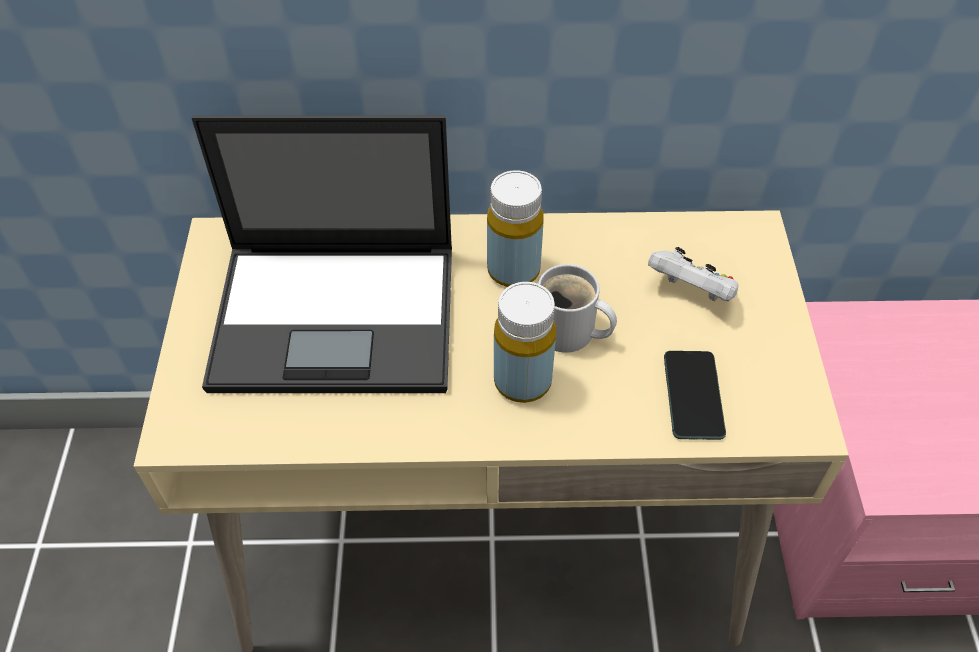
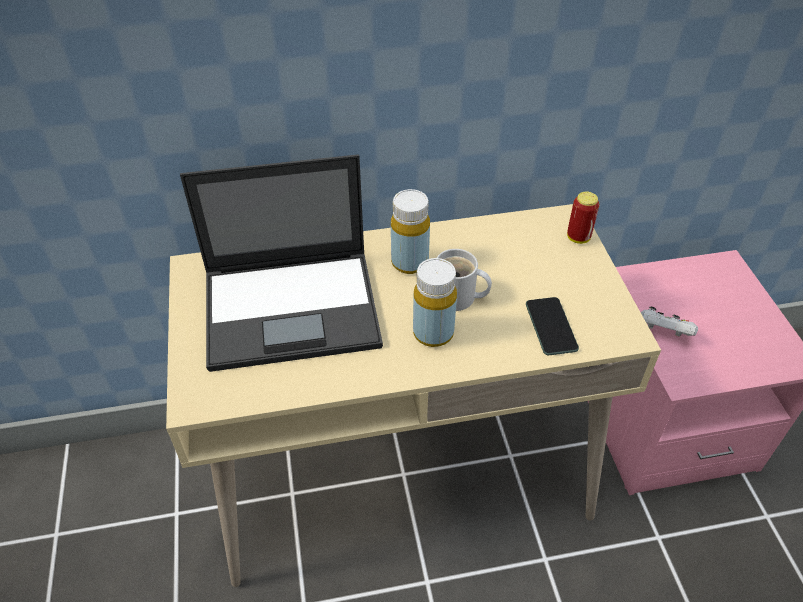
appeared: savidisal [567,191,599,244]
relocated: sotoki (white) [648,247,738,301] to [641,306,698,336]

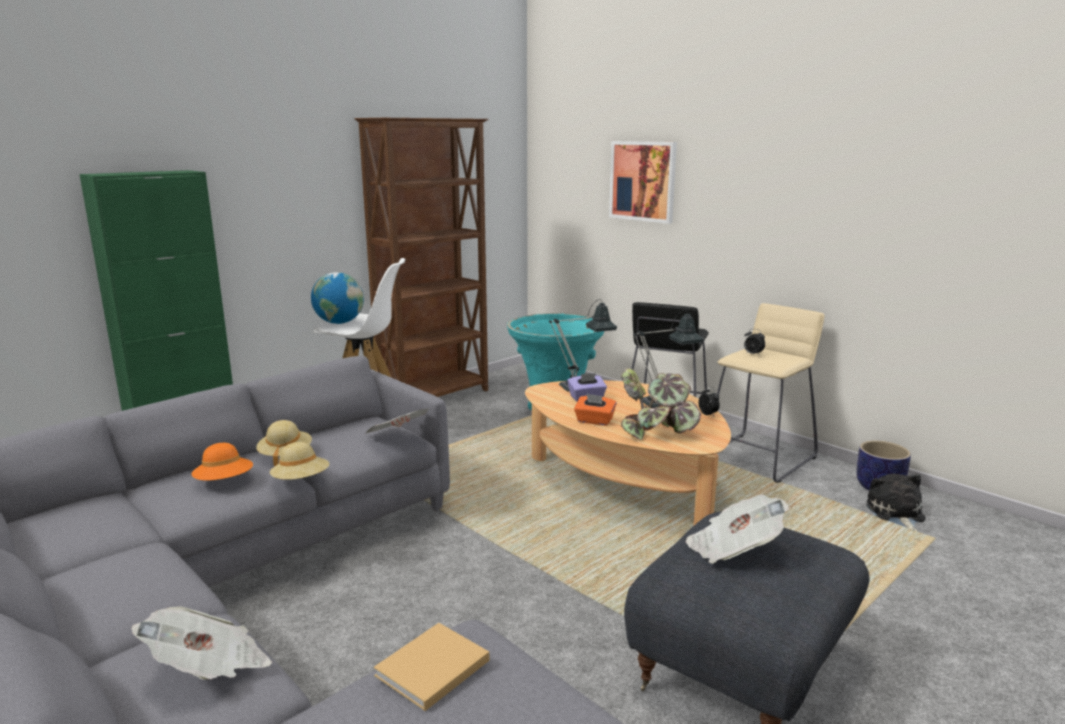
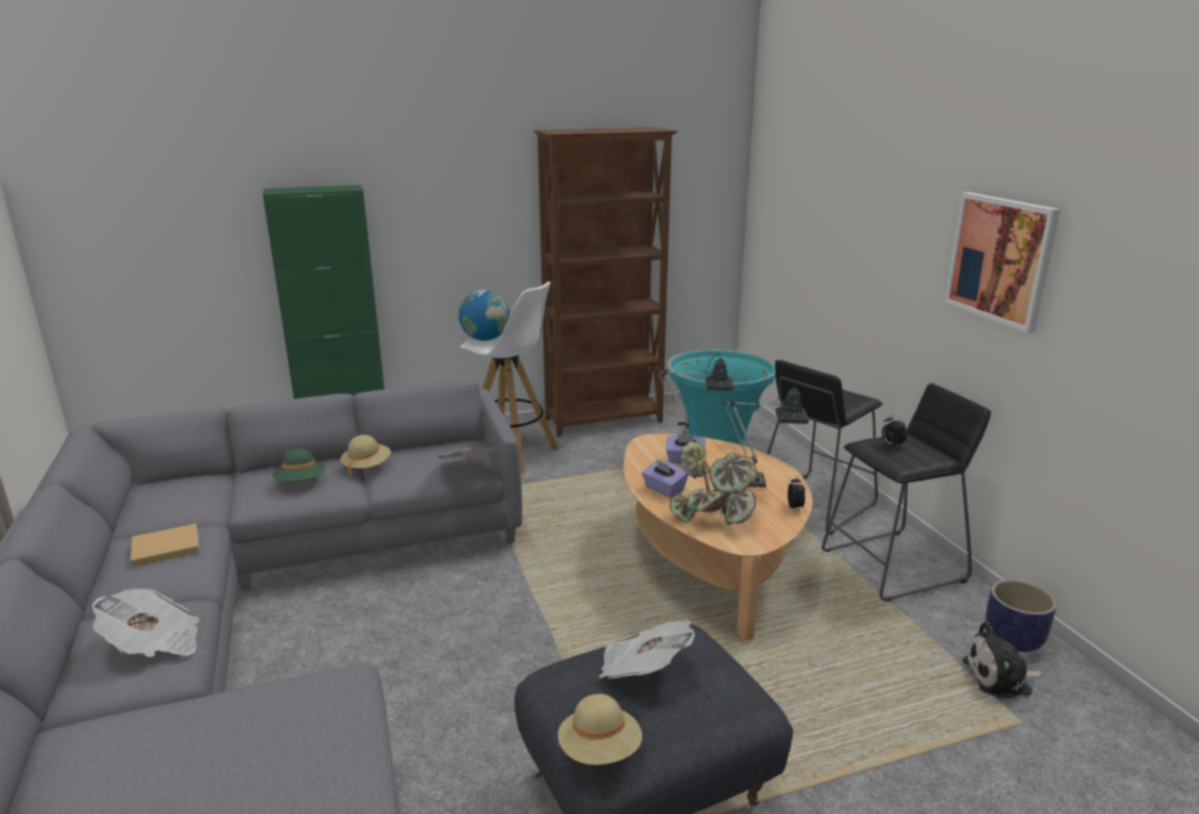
relocated: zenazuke [609,141,677,224] to [944,192,1060,333]; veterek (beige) [270,442,330,480] to [558,694,642,765]; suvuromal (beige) [374,623,490,711] to [130,524,199,567]
colour: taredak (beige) [717,303,825,483] to taredak (black) [822,383,991,602]; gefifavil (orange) [574,393,617,426] to gefifavil (purple) [642,460,688,497]; veterek (orange) [192,443,253,481] to veterek (green) [272,448,325,481]
spun: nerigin [866,474,925,531] = [962,622,1044,699] 120 degrees counterclockwise

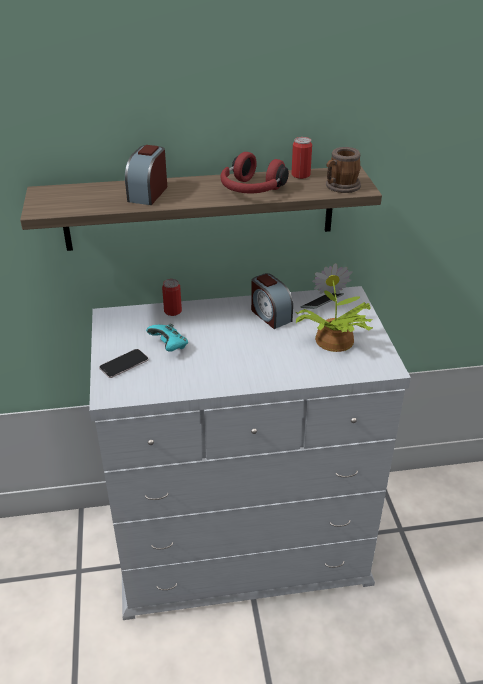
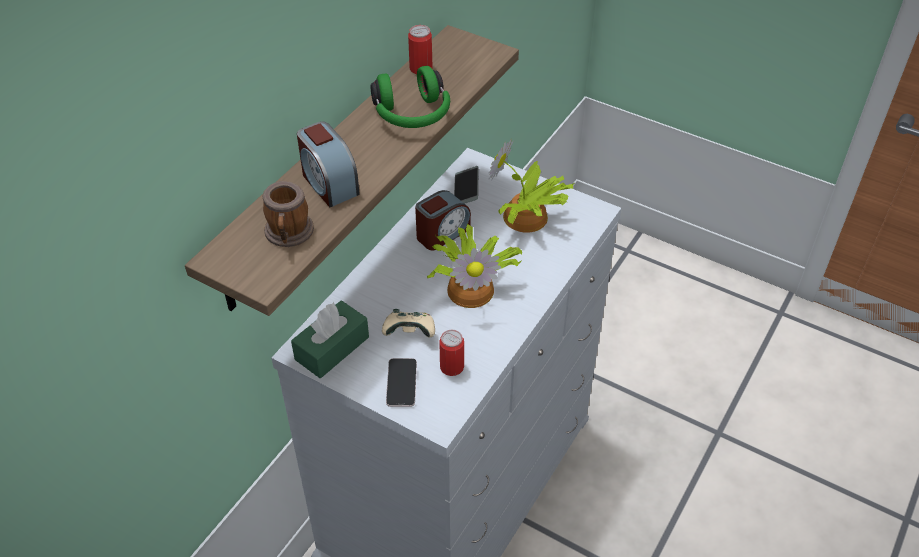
appeared: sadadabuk [427,224,522,308]; gefifavil (green) [291,300,369,378]
relocated: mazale [326,147,361,193] to [263,181,314,247]; savidisal [162,279,182,316] to [439,330,464,376]
colour: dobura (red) [220,152,289,193] to dobura (green) [371,66,450,128]; sotoki (turquoise) [146,323,188,352] to sotoki (beige) [382,309,435,337]
spun: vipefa [251,273,293,329] = [415,190,471,250] 45 degrees counterclockwise

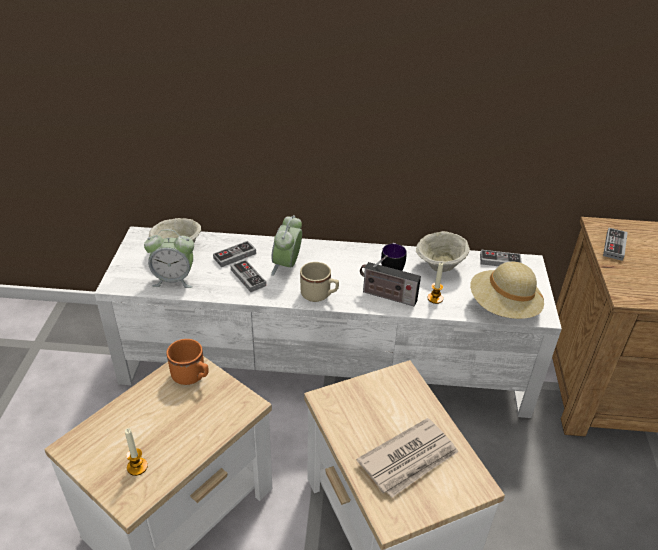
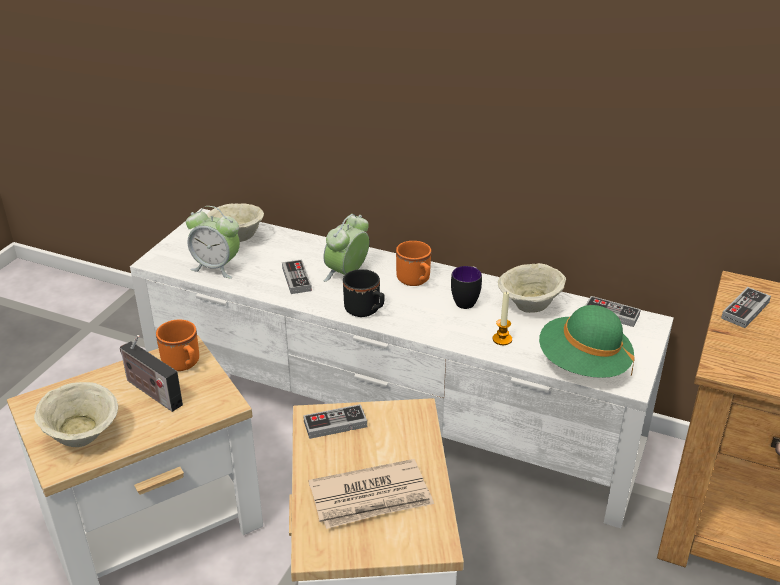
appeared: mazale (orange) [396,241,431,286]
relocated: sotoki [213,241,256,267] to [303,404,367,439]; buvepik [360,255,421,306] to [120,335,183,412]
exchanged: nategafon [125,428,148,476] to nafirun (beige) [34,382,118,447]
colour: veterek (beige) [470,261,544,319] to veterek (green) [539,305,635,378]; mazale (beige) [300,262,339,302] to mazale (black) [343,269,385,317]

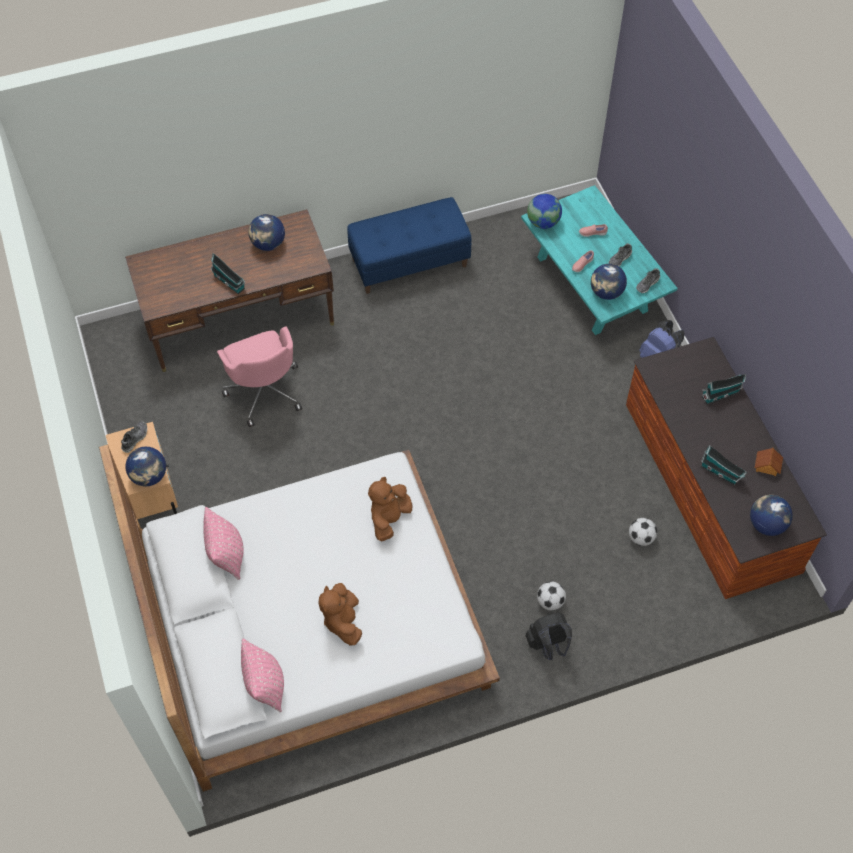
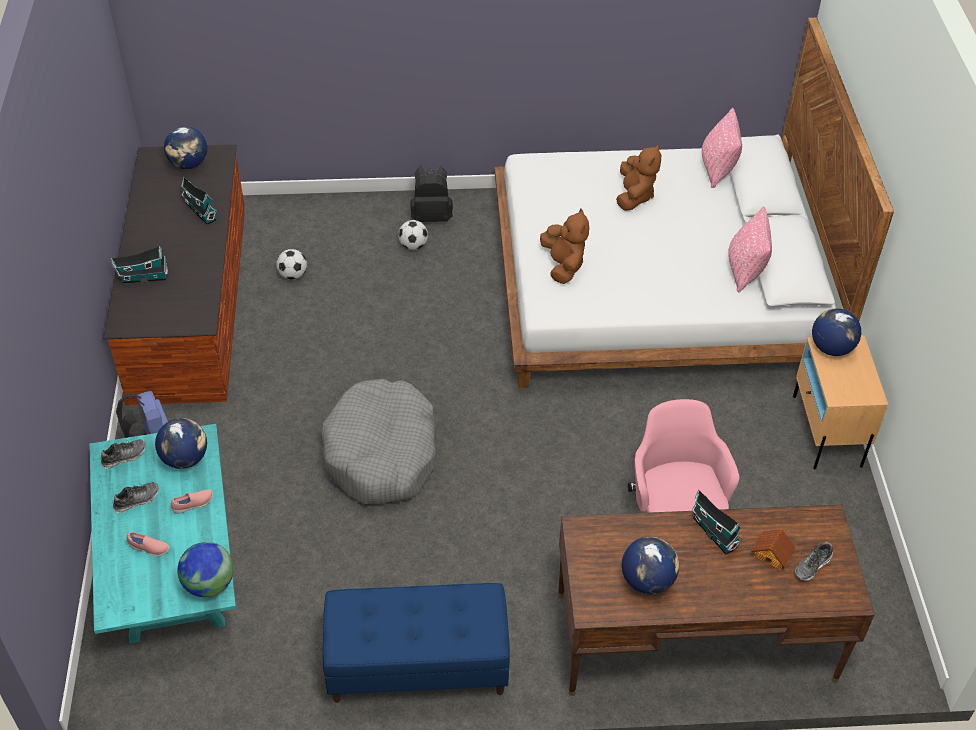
appeared: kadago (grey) [321,379,437,504]
relocated: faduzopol [121,421,147,453] to [795,542,833,581]; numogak [755,448,783,476] to [751,529,796,571]
spun: nerigin (brown) [368,477,412,541] = [540,209,589,284] 60 degrees counterclockwise

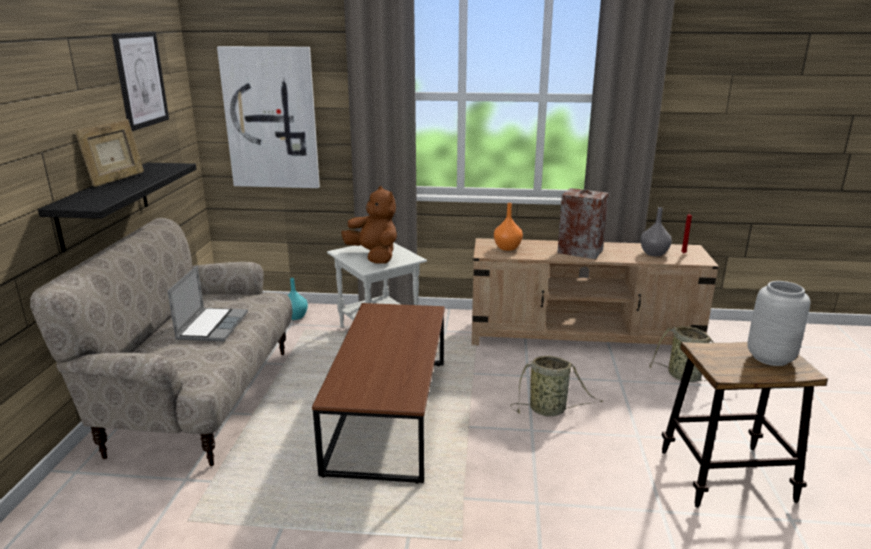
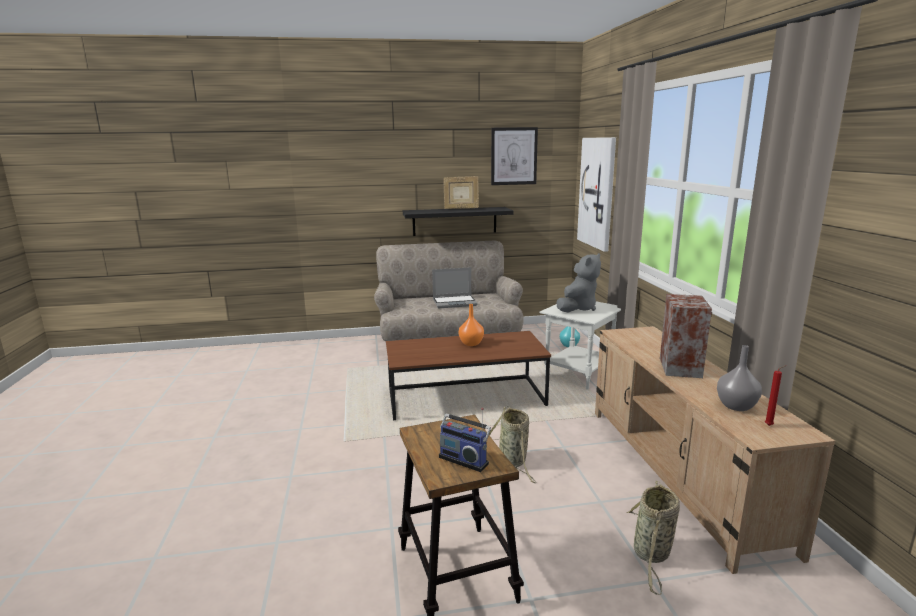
relocated: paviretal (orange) [494,203,523,251] to [458,304,484,346]
exchanged: paviretal (grey) [748,281,810,366] to buvepik [439,408,491,472]
colour: nerigin (brown) [341,186,397,264] to nerigin (grey) [557,253,601,312]

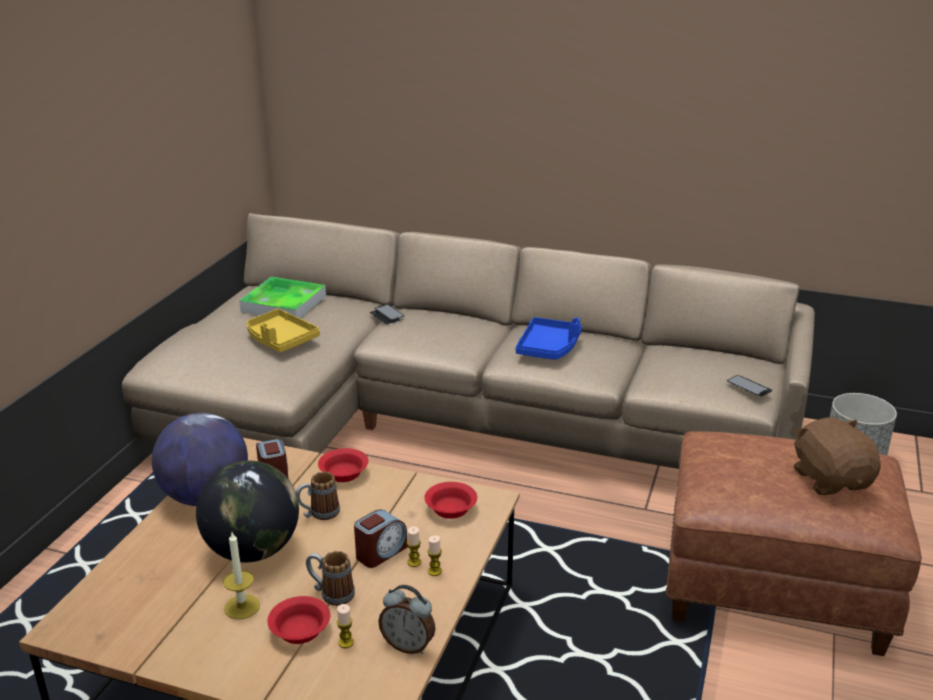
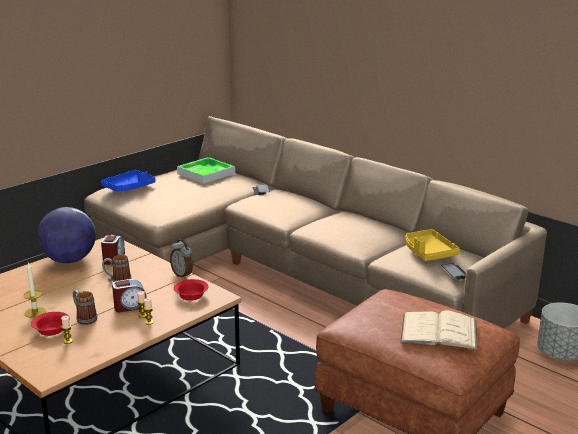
missing: nafirun (red) [318,448,368,482]; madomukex [196,461,299,562]
relocated: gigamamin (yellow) [246,309,320,352] to [405,229,460,261]; gigamamin (blue) [516,317,582,360] to [101,170,156,192]; vipefa [378,585,435,654] to [170,239,193,279]
exchanged: nerigin (brown) [794,418,881,495] to suvuromal (beige) [400,310,478,350]

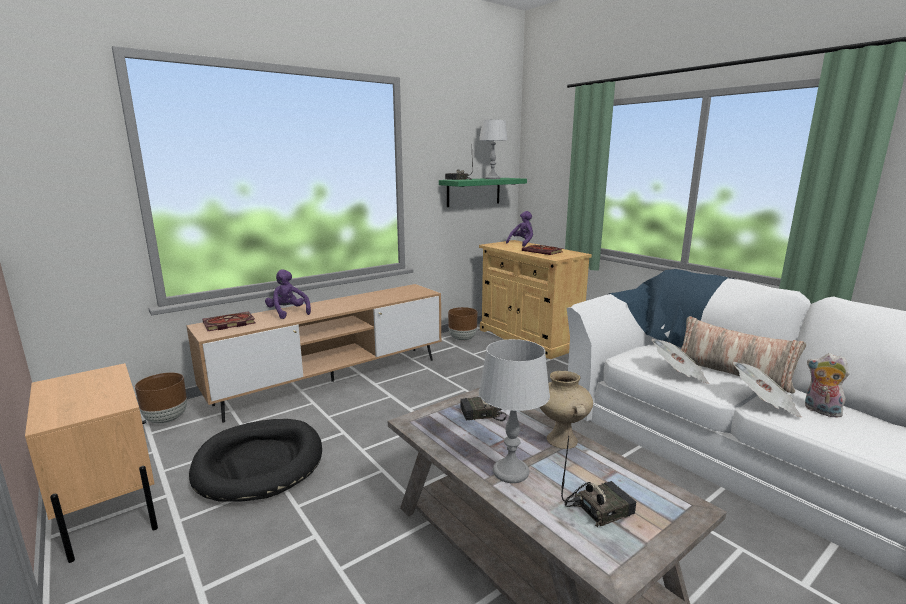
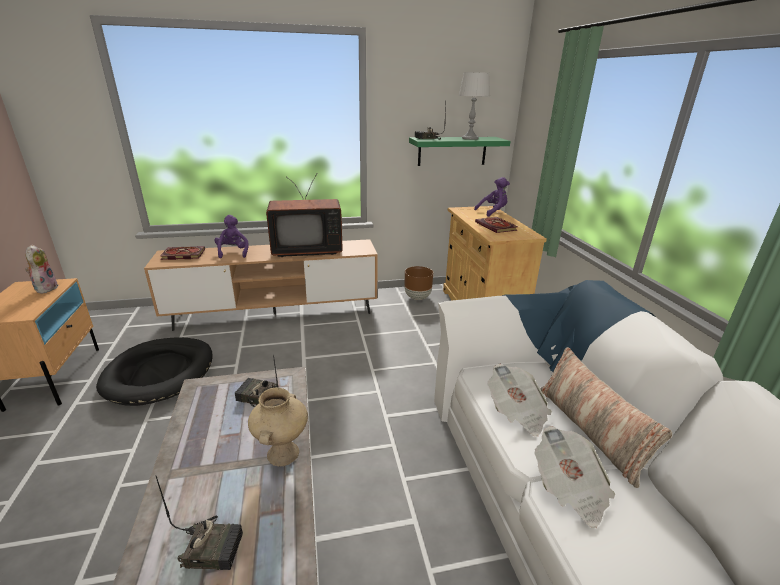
missing: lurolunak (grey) [479,339,550,483]; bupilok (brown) [135,373,187,424]
appeared: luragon [266,174,343,257]
relocated: nerigin [805,353,850,418] to [25,244,59,293]

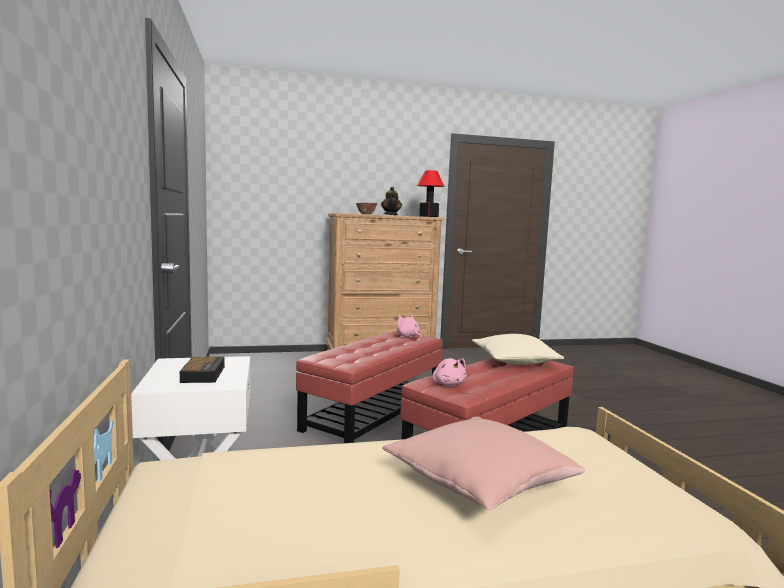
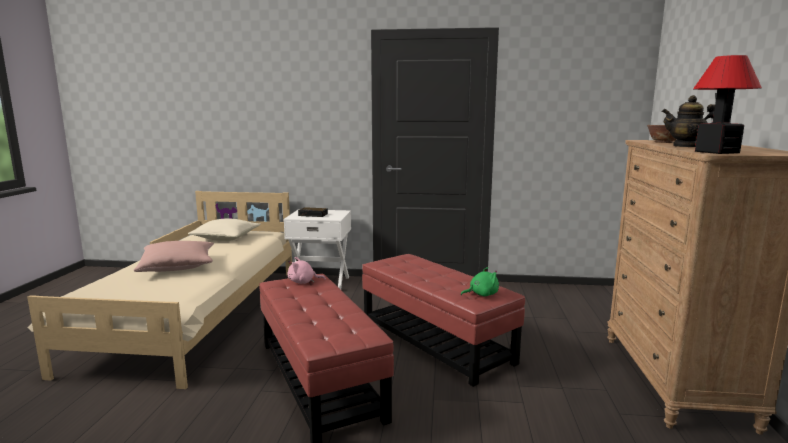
relocated: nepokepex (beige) [472,334,564,365] to [188,218,260,241]
colour: nerigin (pink) [397,315,422,338] to nerigin (green) [461,267,499,296]

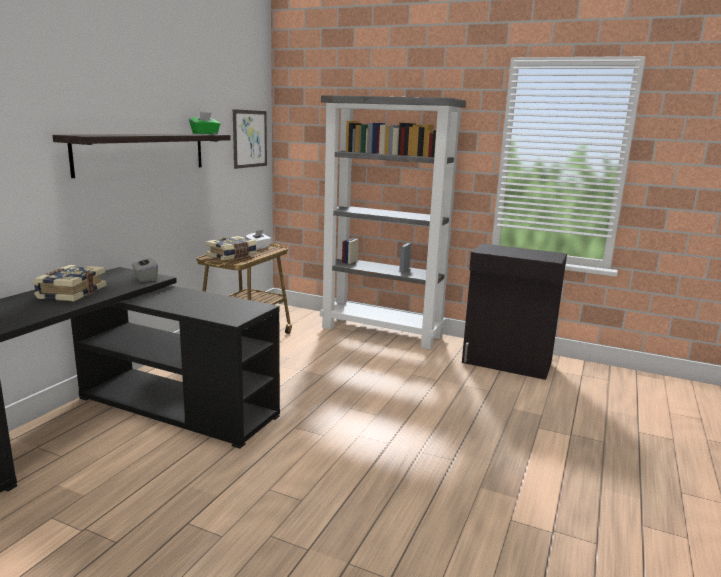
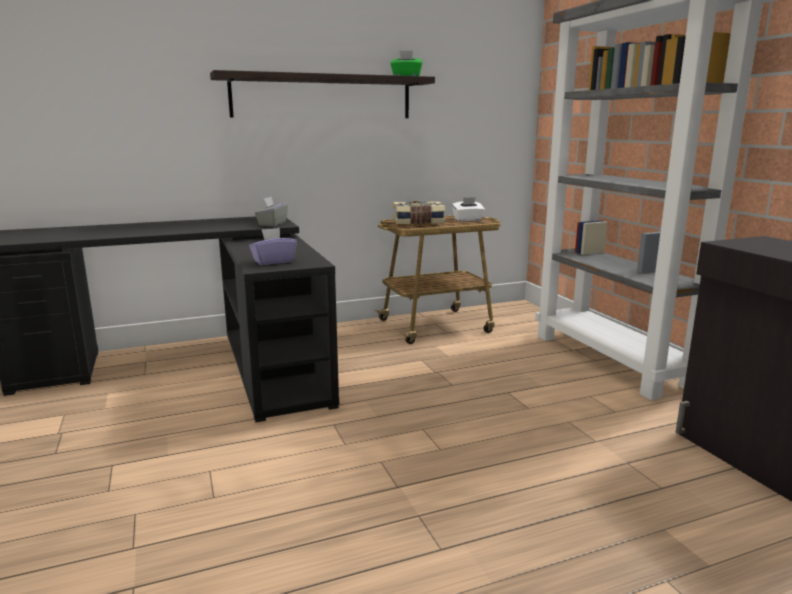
missing: zenazuke [233,109,267,169]; suvuromal [33,265,107,301]
appeared: gefifavil (purple) [249,228,297,265]

